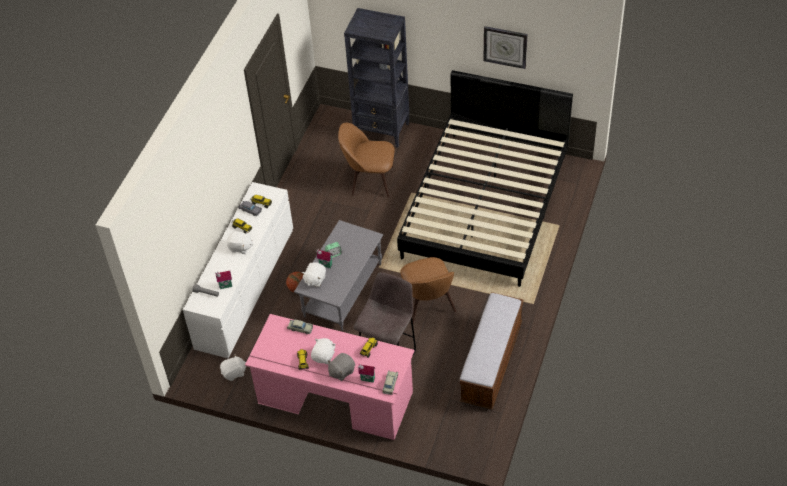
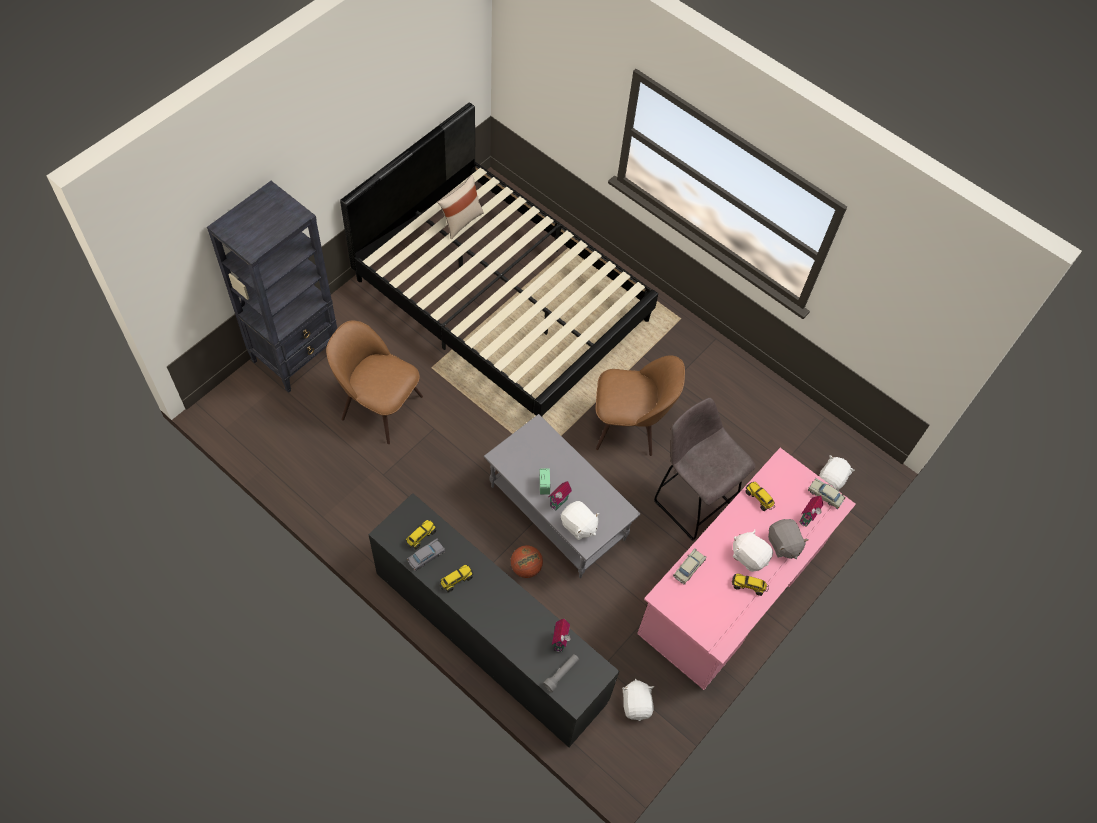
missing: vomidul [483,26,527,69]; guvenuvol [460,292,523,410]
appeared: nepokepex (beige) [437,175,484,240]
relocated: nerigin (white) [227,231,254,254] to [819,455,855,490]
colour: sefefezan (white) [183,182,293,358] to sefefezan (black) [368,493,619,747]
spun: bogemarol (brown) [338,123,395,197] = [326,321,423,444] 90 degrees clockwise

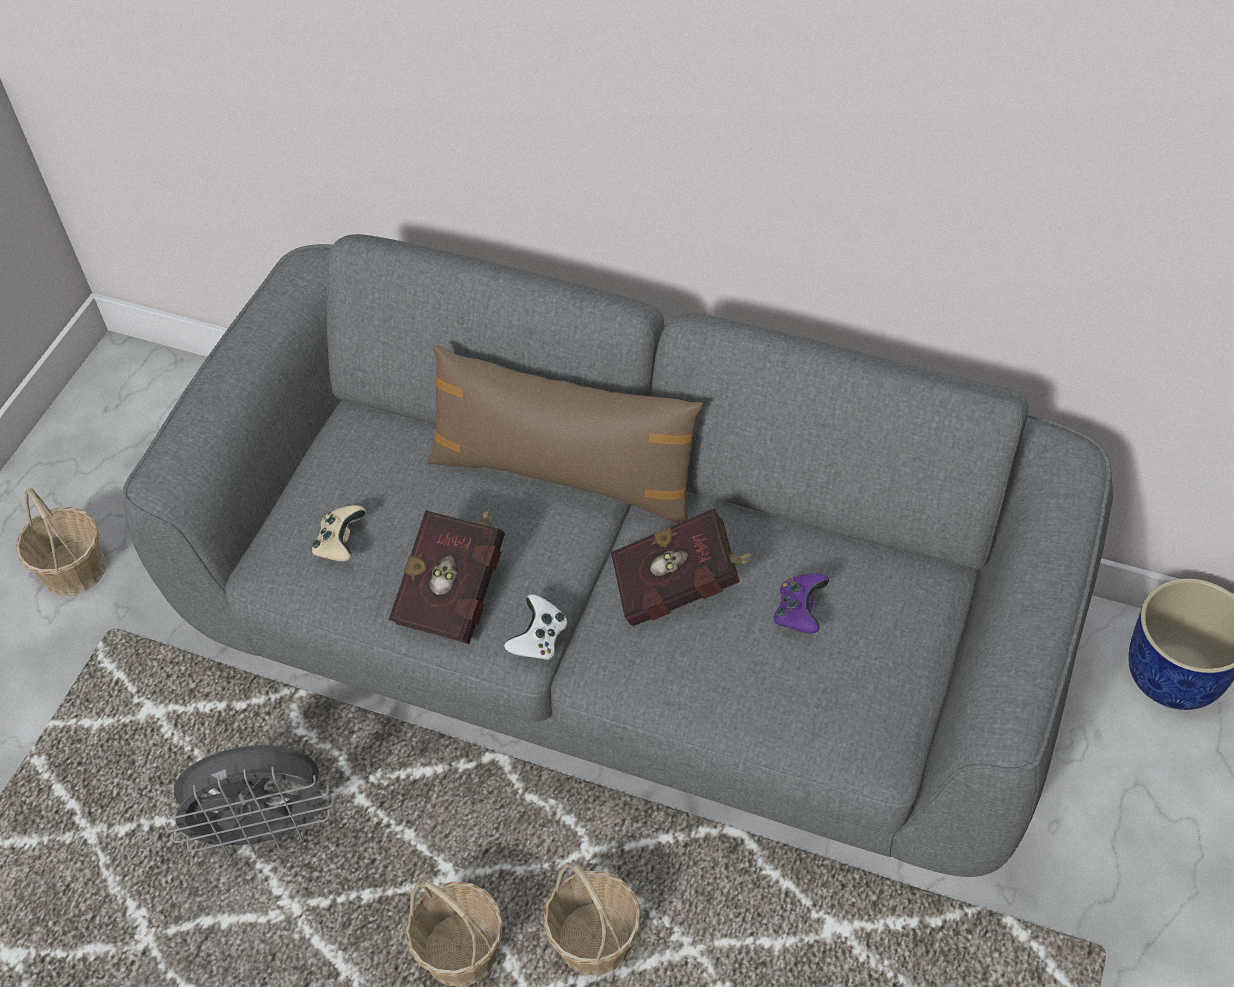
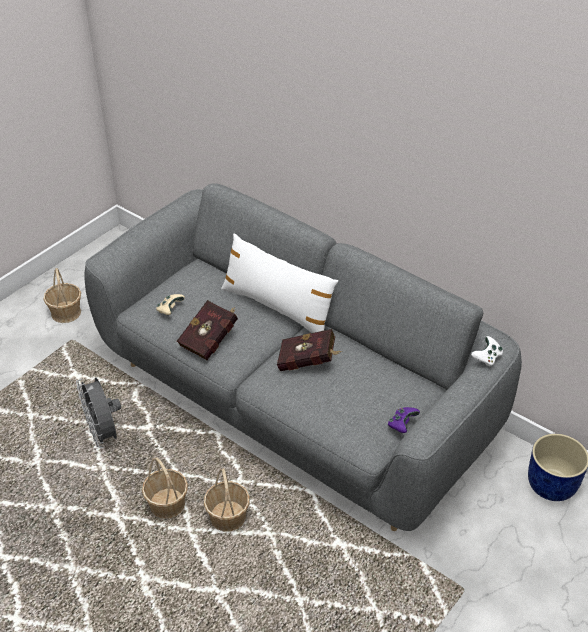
relocated: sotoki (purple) [774,574,829,633] to [388,407,420,433]; sotoki (white) [504,594,567,660] to [471,336,503,367]
colour: nepokepex (brown) [428,345,703,524] to nepokepex (white) [221,233,338,333]
spun: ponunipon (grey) [165,745,334,858] = [76,378,121,448] 60 degrees clockwise

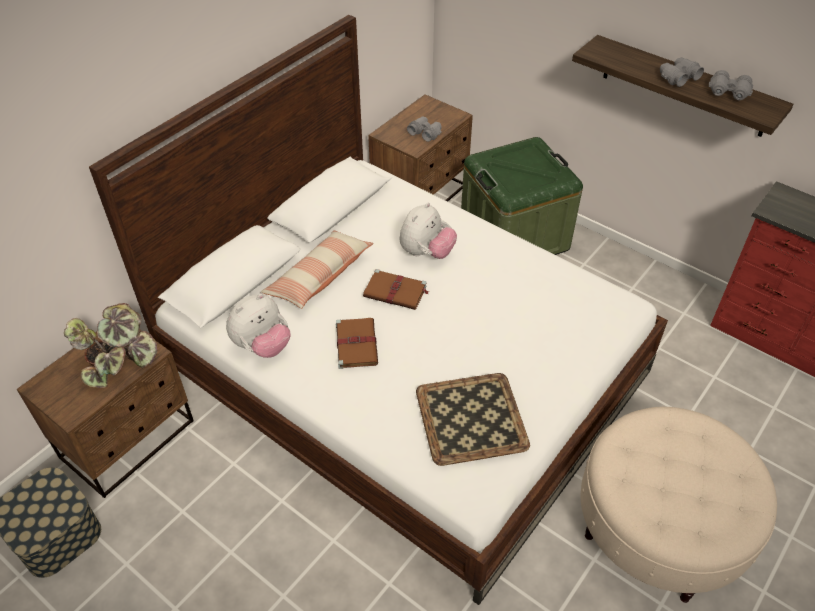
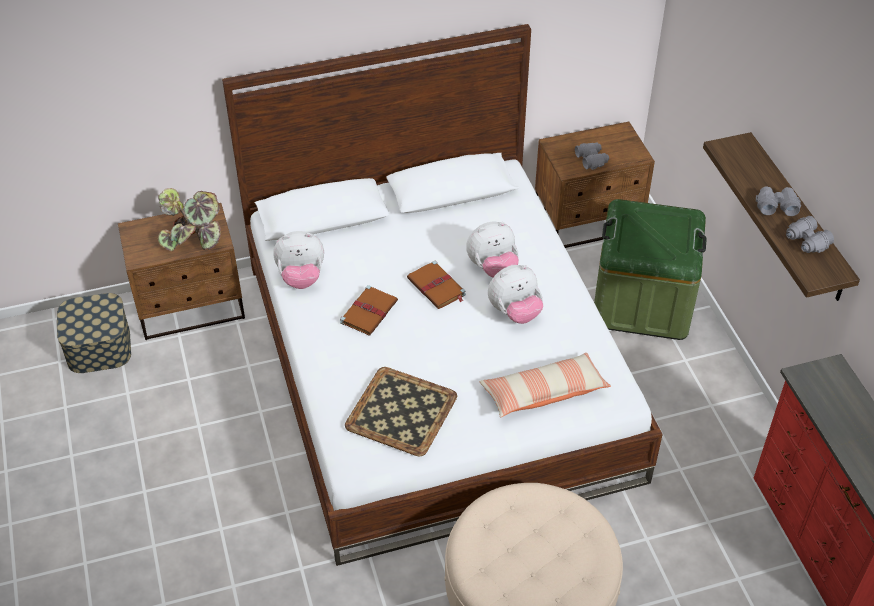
appeared: nerigin [488,265,543,324]
relocated: nepokepex [261,230,374,309] to [479,353,611,417]

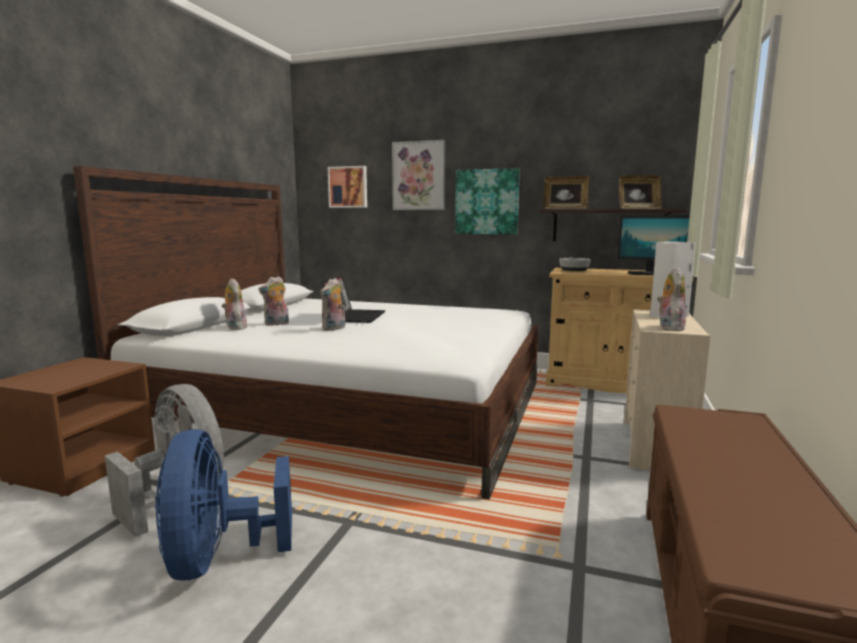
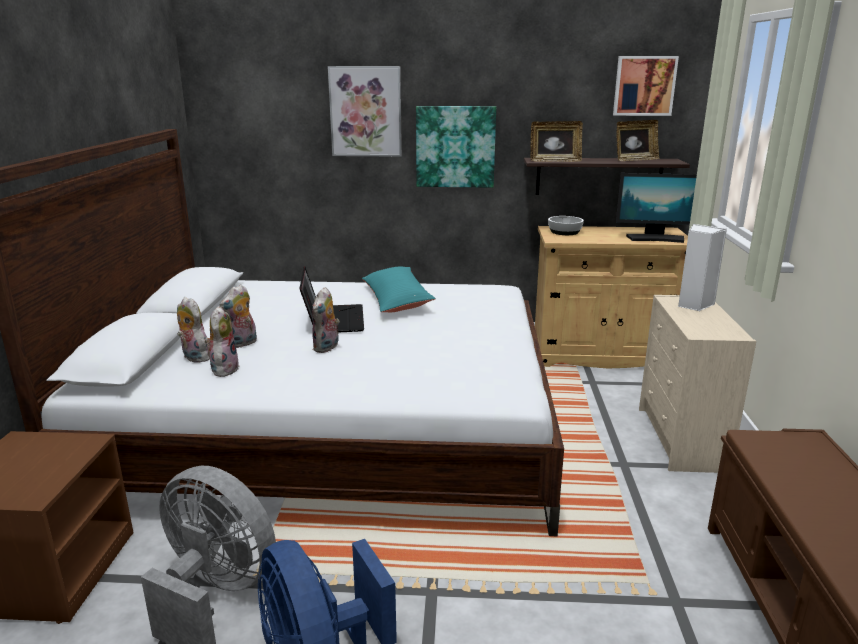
appeared: nepokepex (turquoise) [362,267,436,312]
relocated: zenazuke [328,166,367,208] to [613,56,679,116]; nerigin [657,267,686,331] to [205,306,239,377]

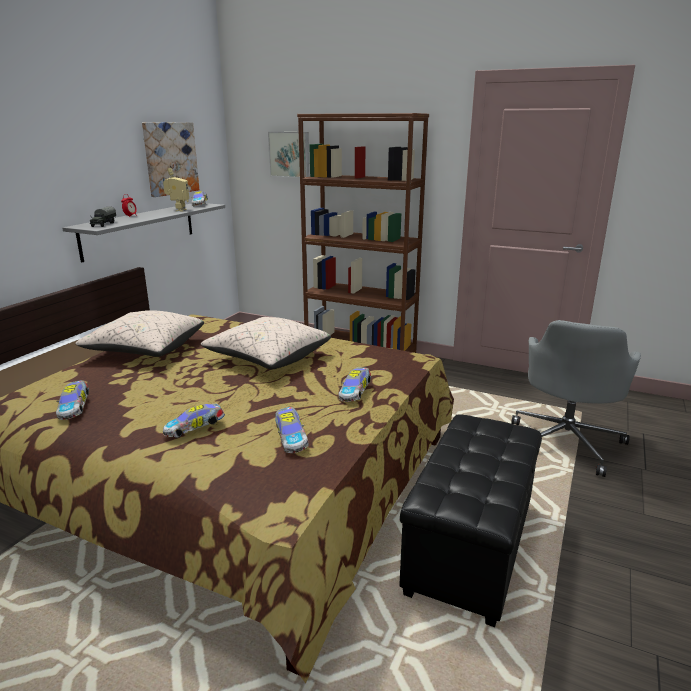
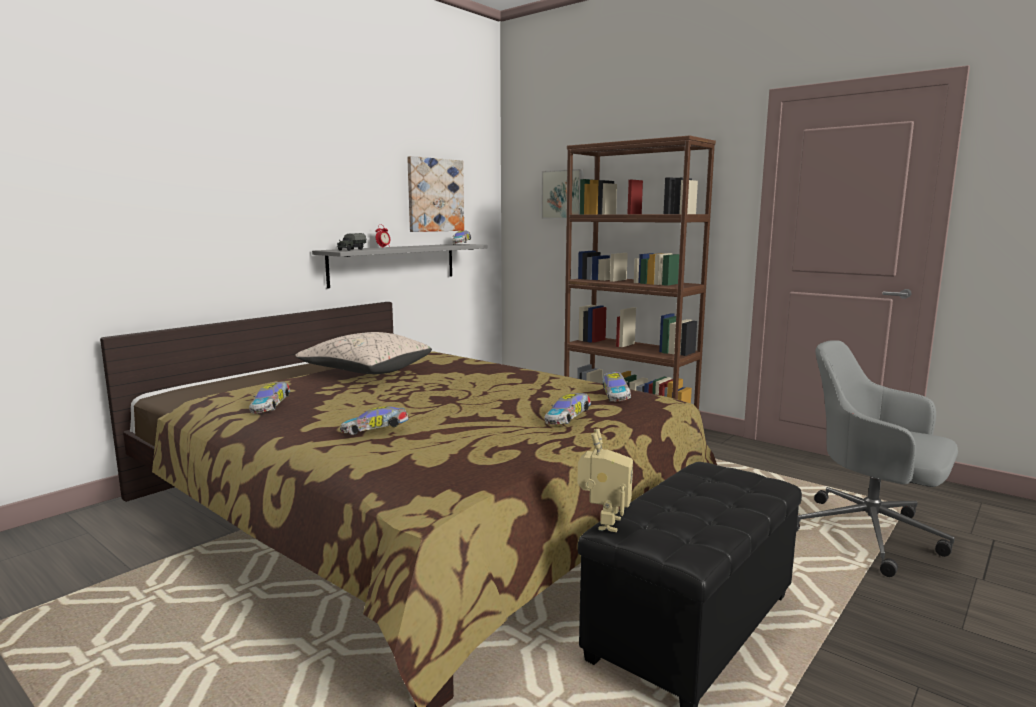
missing: nepokepex (beige) [201,317,331,370]
relocated: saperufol [163,168,189,212] to [578,429,633,532]; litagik [275,407,309,453] to [603,372,631,401]
spun: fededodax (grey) [511,320,641,477] = [796,340,958,577] 90 degrees clockwise

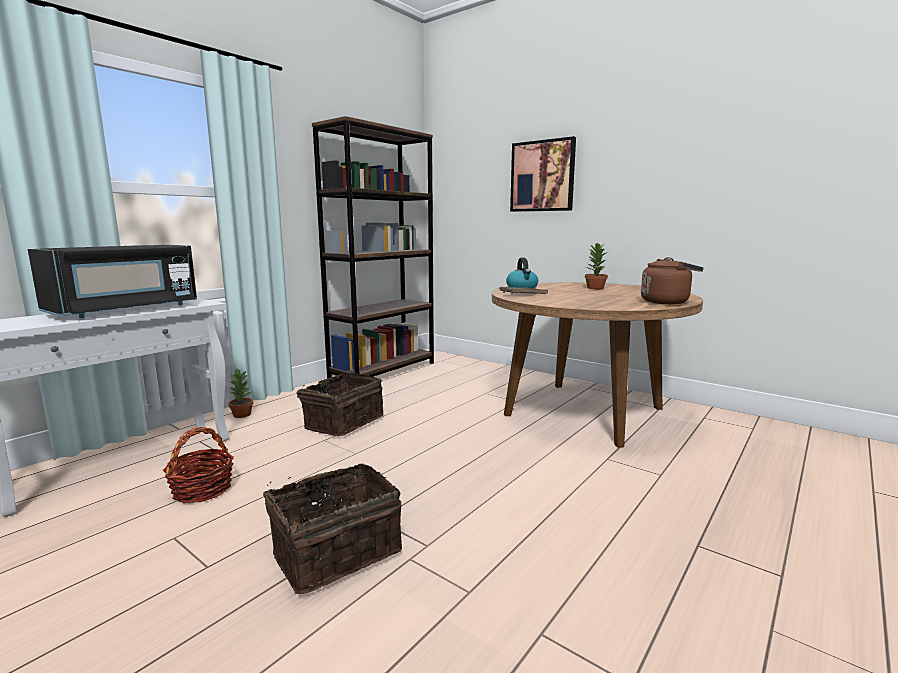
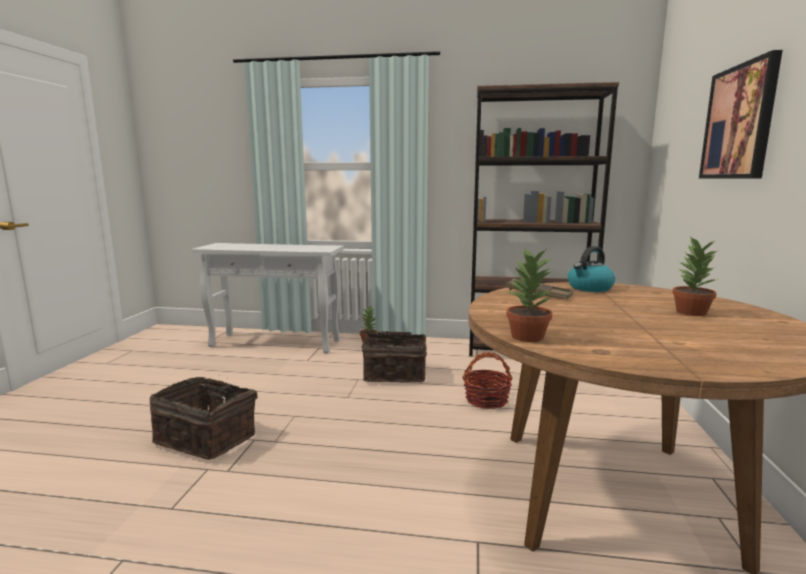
missing: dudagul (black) [28,245,197,318]; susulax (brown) [641,257,703,304]
appeared: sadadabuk [506,248,552,342]
relocated: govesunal [163,427,234,503] to [462,352,512,409]

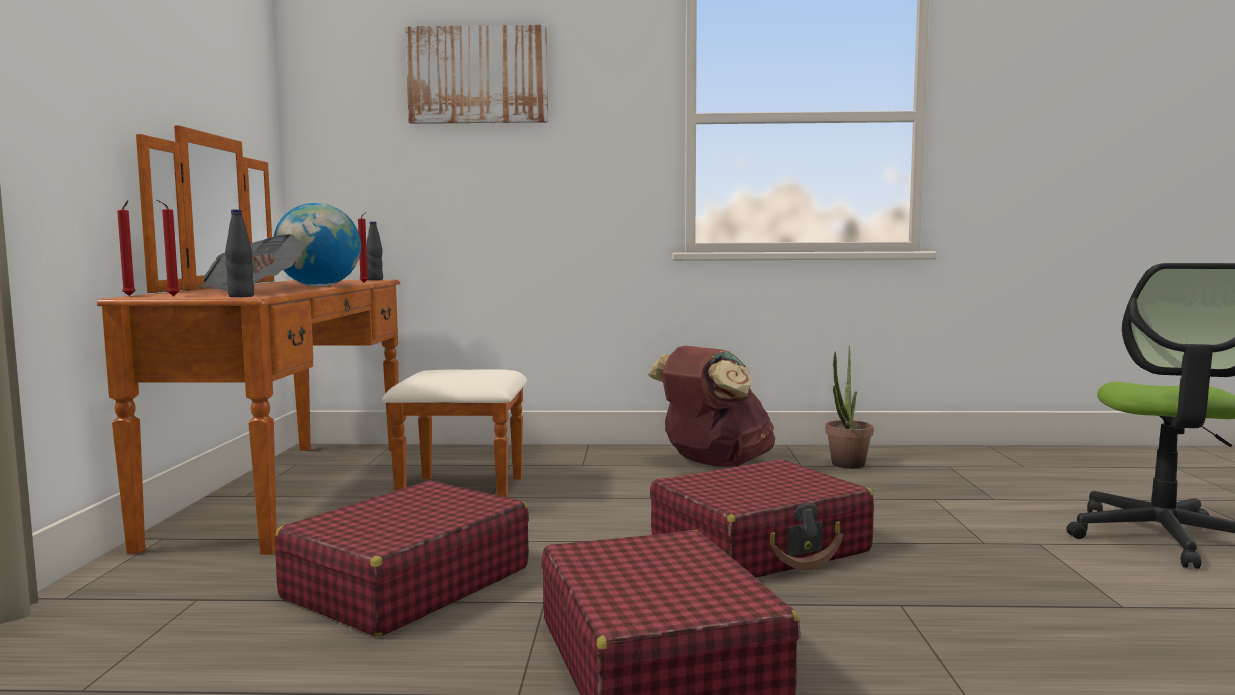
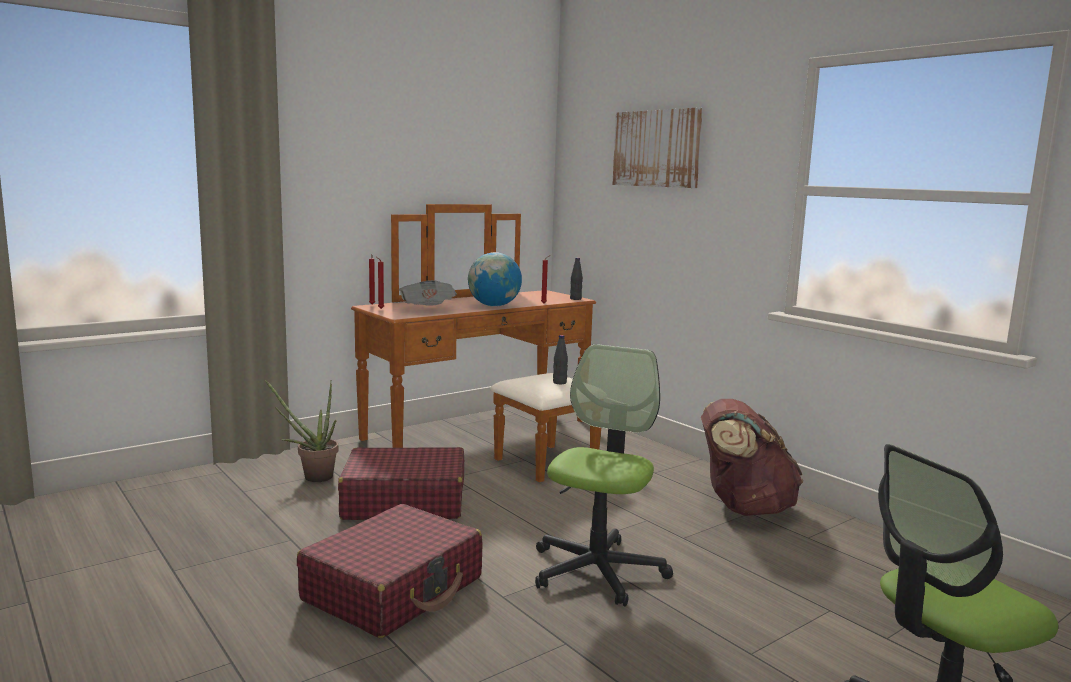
relocated: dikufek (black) [225,209,254,297] to [553,335,568,384]; sadadabuk [825,346,874,469] to [265,380,338,482]
exchanged: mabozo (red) [650,460,874,578] to fededodax [535,344,673,607]

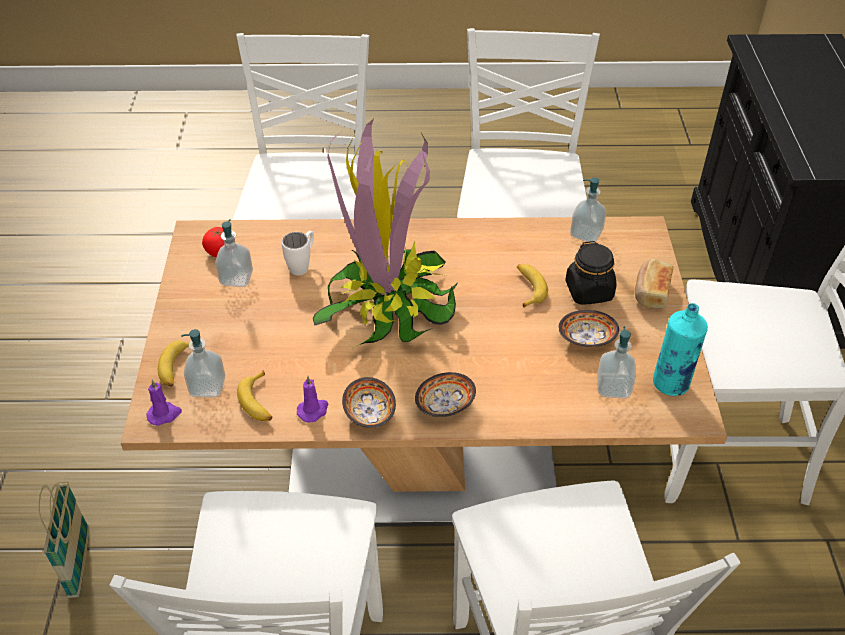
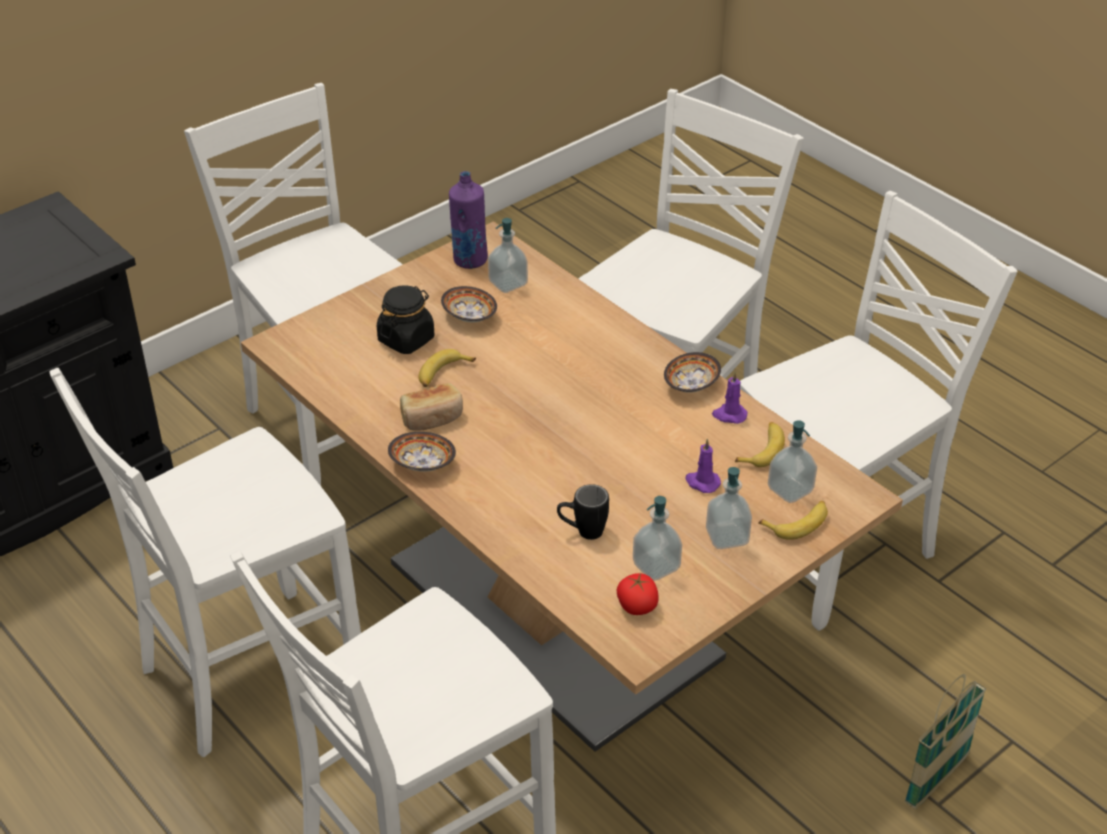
missing: sadadabuk [312,119,459,349]
relocated: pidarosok [570,177,606,243] to [706,467,752,549]; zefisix [635,259,673,308] to [400,383,463,431]; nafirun [415,372,476,417] to [388,432,456,472]; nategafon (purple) [146,379,182,426] to [685,439,721,493]
colour: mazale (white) [282,231,314,275] to mazale (black) [557,484,609,540]; dikufek (turquoise) [653,303,708,396] to dikufek (purple) [449,171,488,269]

